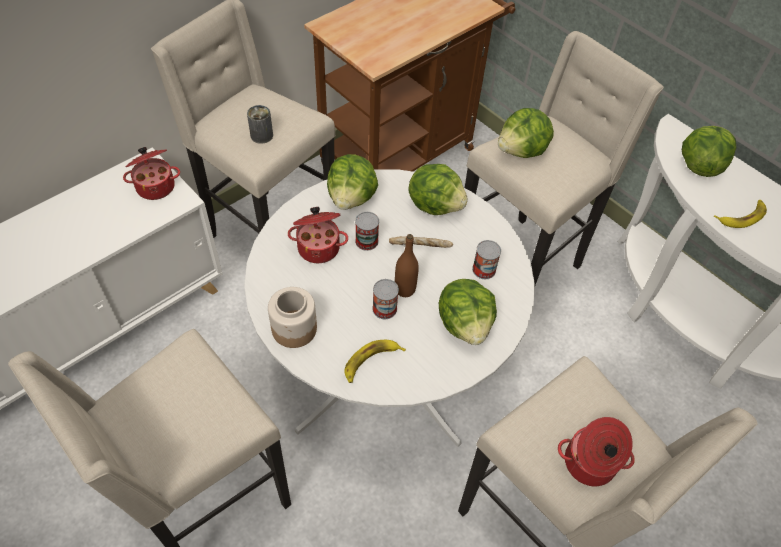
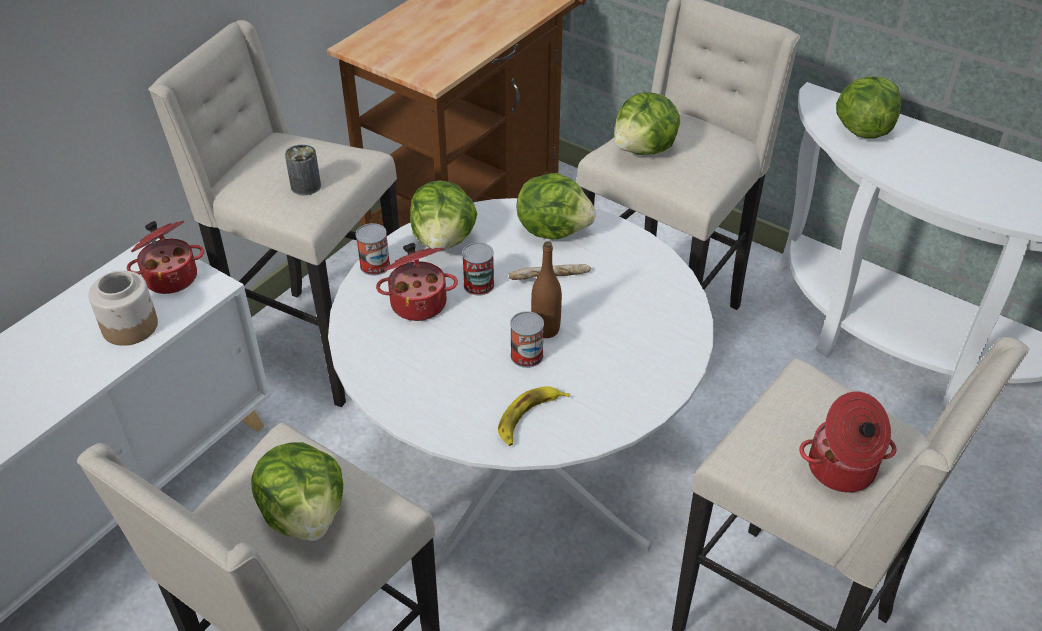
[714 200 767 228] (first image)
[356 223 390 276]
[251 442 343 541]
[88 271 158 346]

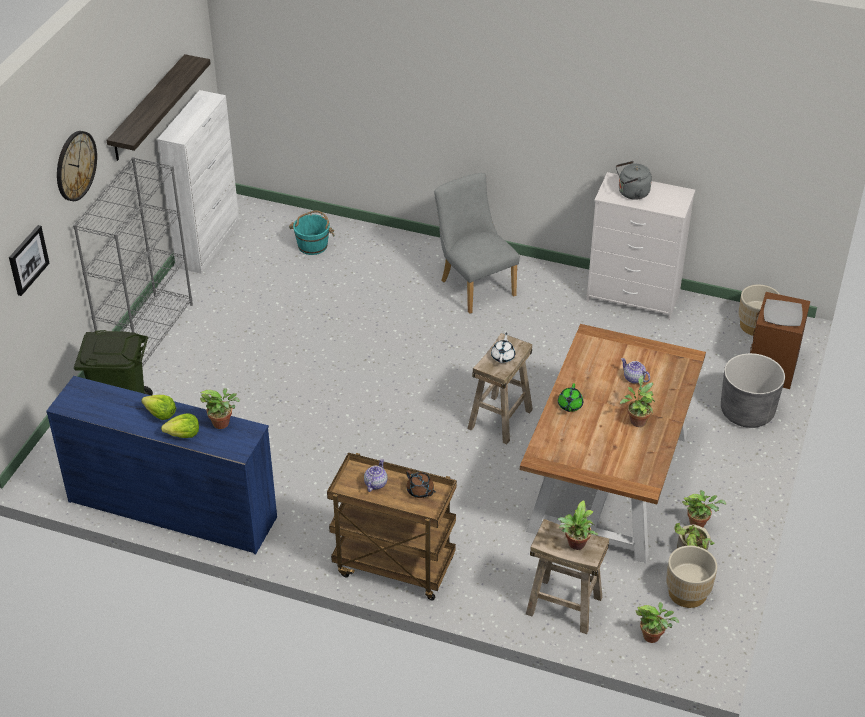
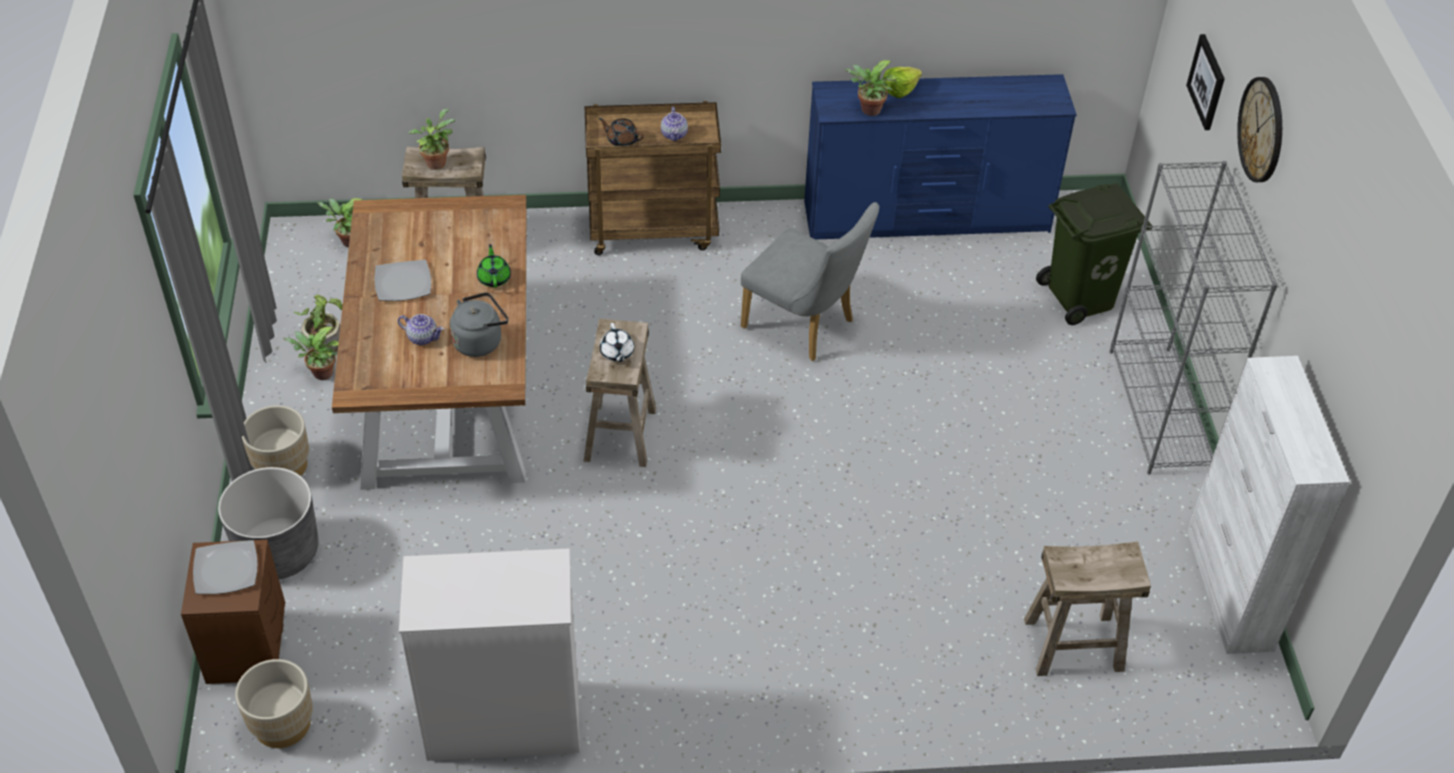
[107 54 211 161] (first image)
[450 292 509 357]
[741 202 879 361]
[1024 541 1151 676]
[375 260 431 301]
[141 395 176 420] (first image)
[242 405 309 476]

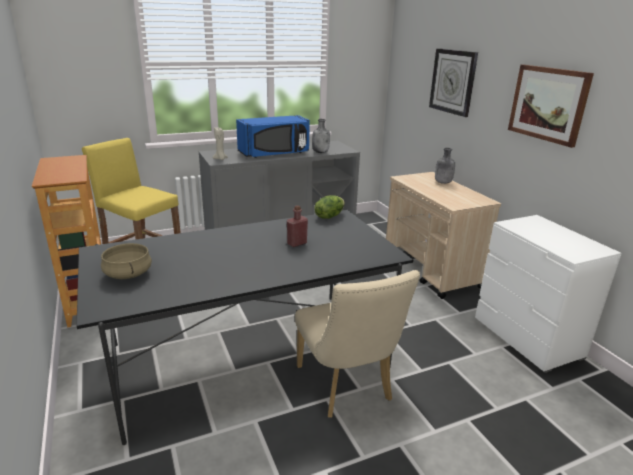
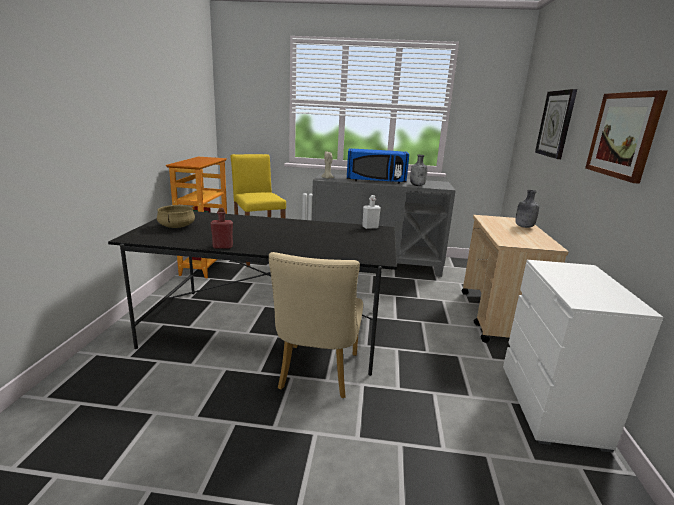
[362 195 381 229]
[210 208 233 249]

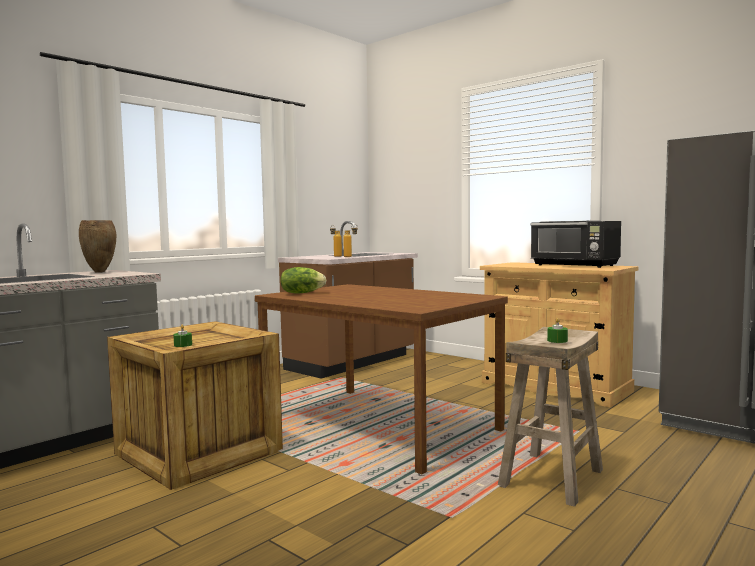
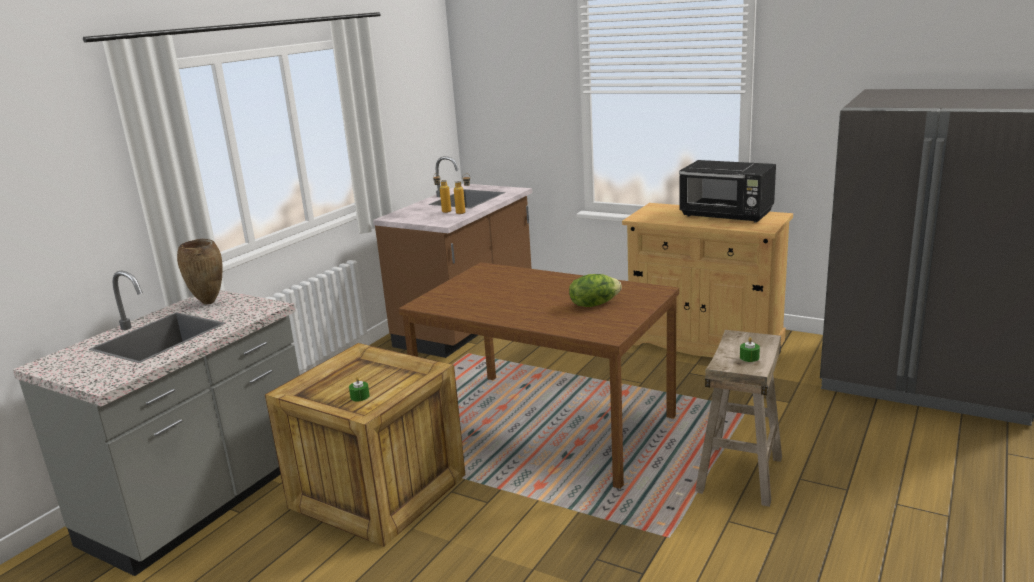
[569 274 622 307]

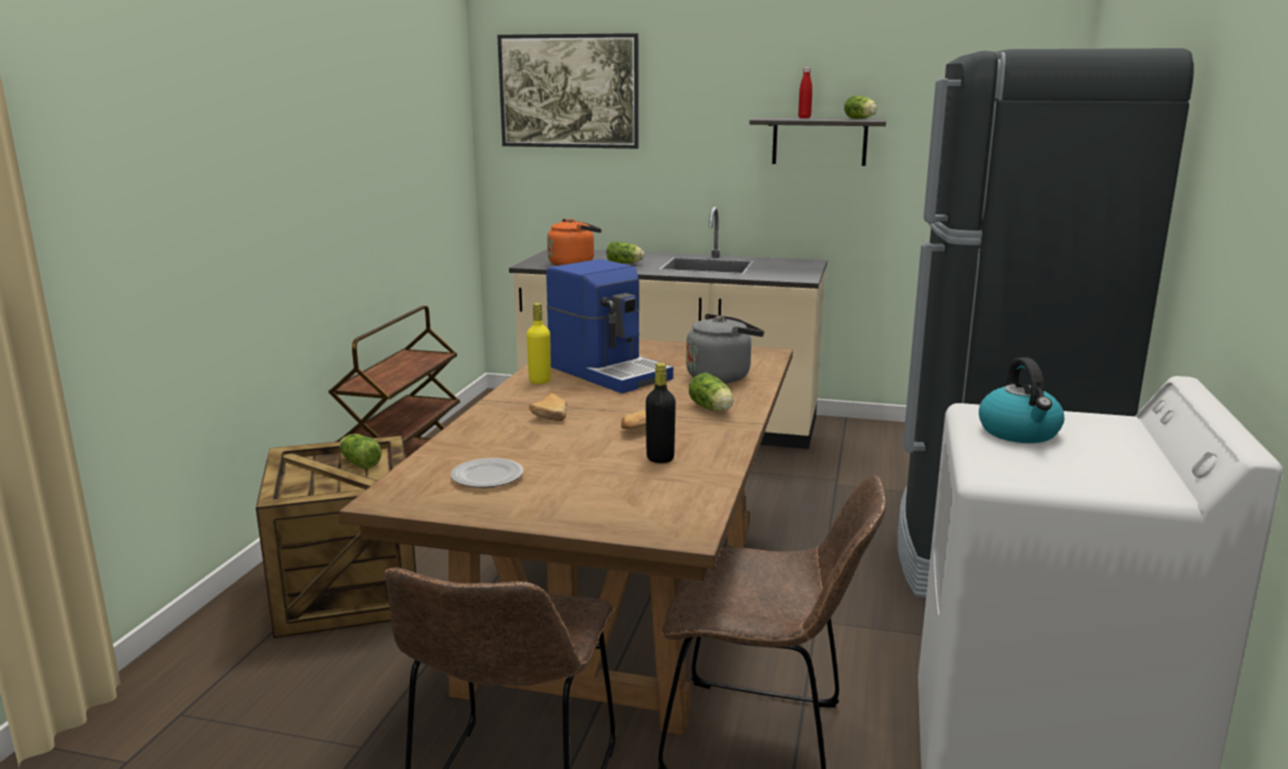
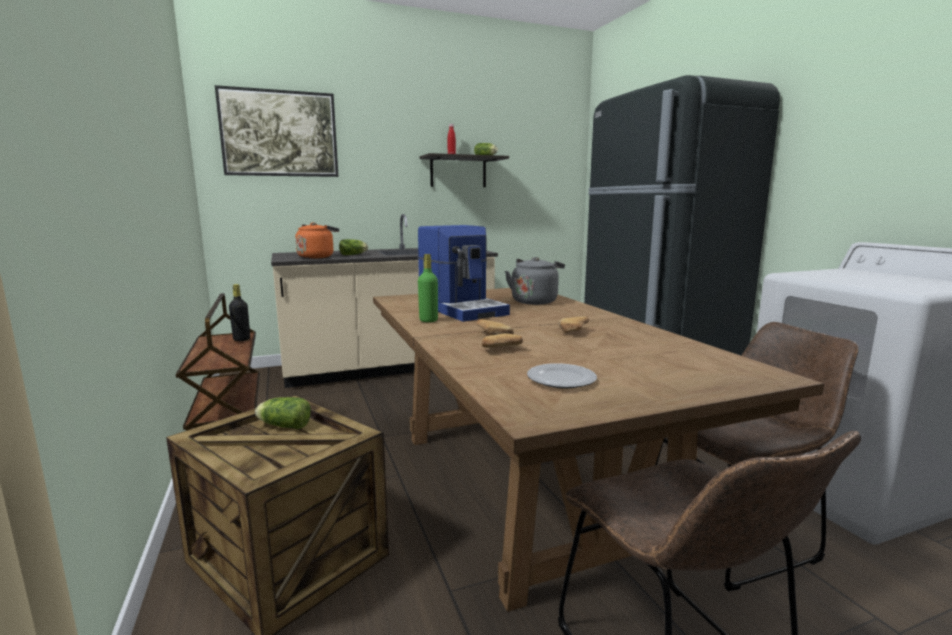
[418 225 510 322]
[418 254 438 322]
[979 358 1064 443] (first image)
[229 284 250 341]
[689 373 734 411] (first image)
[482 333 523 348]

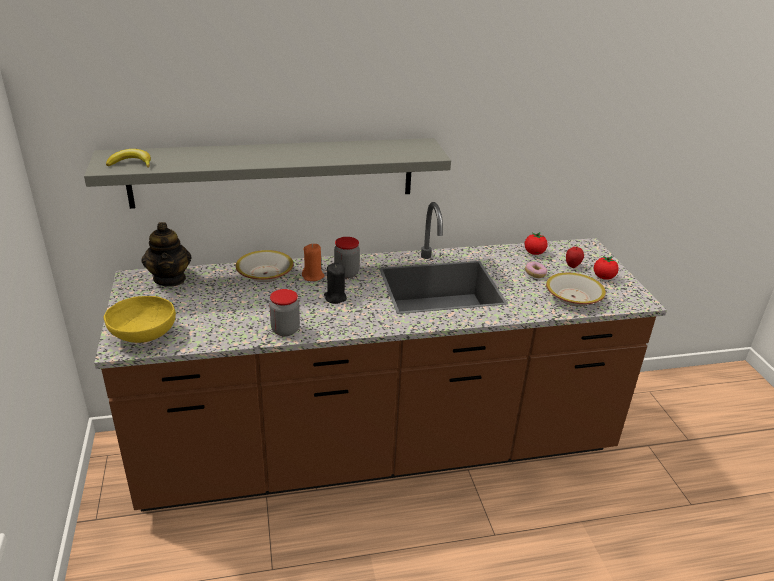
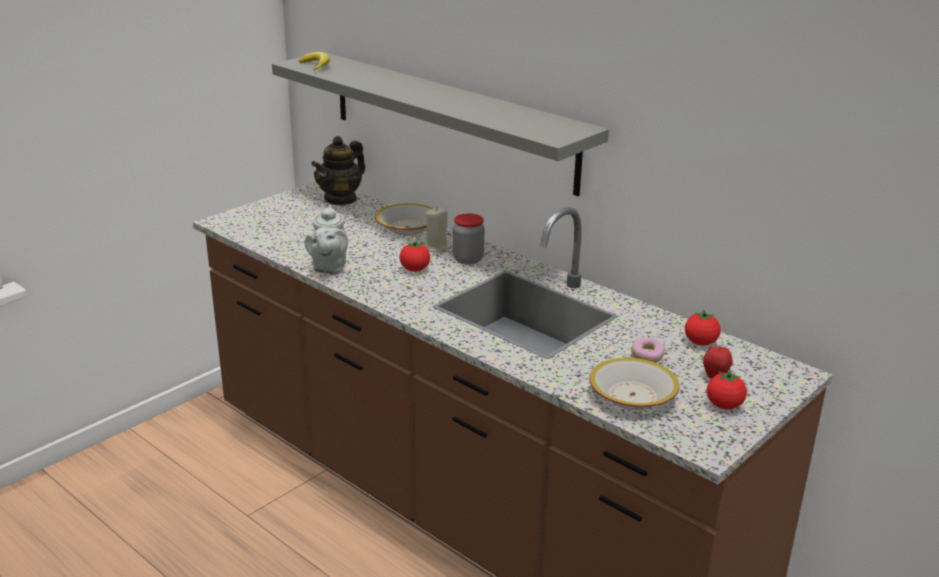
[424 207 452 253]
[399 240 430 272]
[305 205 348 275]
[104 296 176 343] (first image)

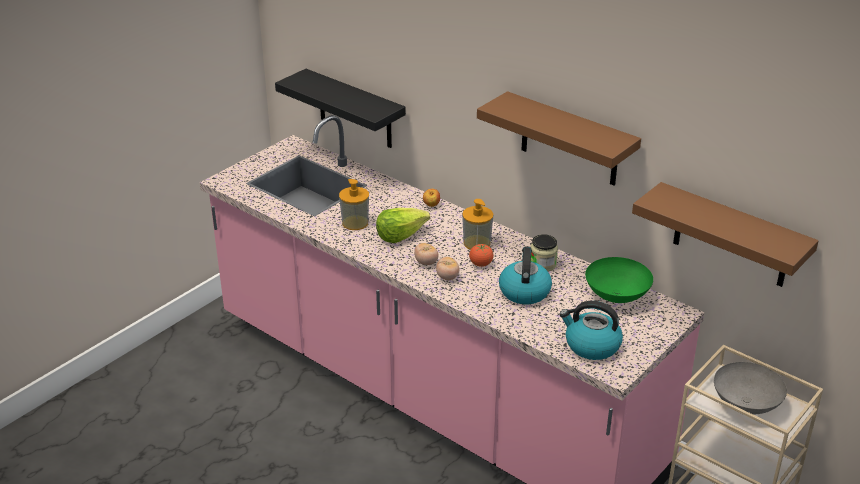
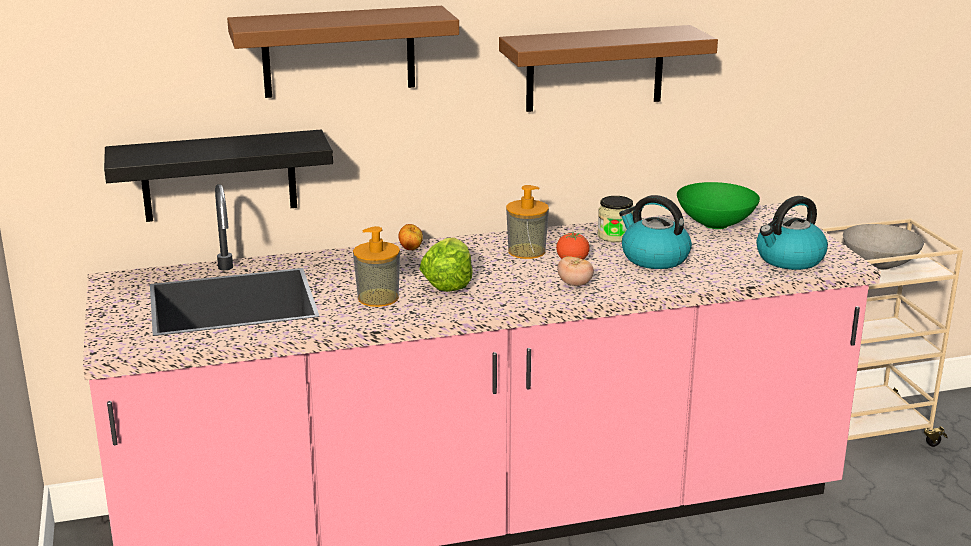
[227 6 459 98]
[414 243 438 265] (first image)

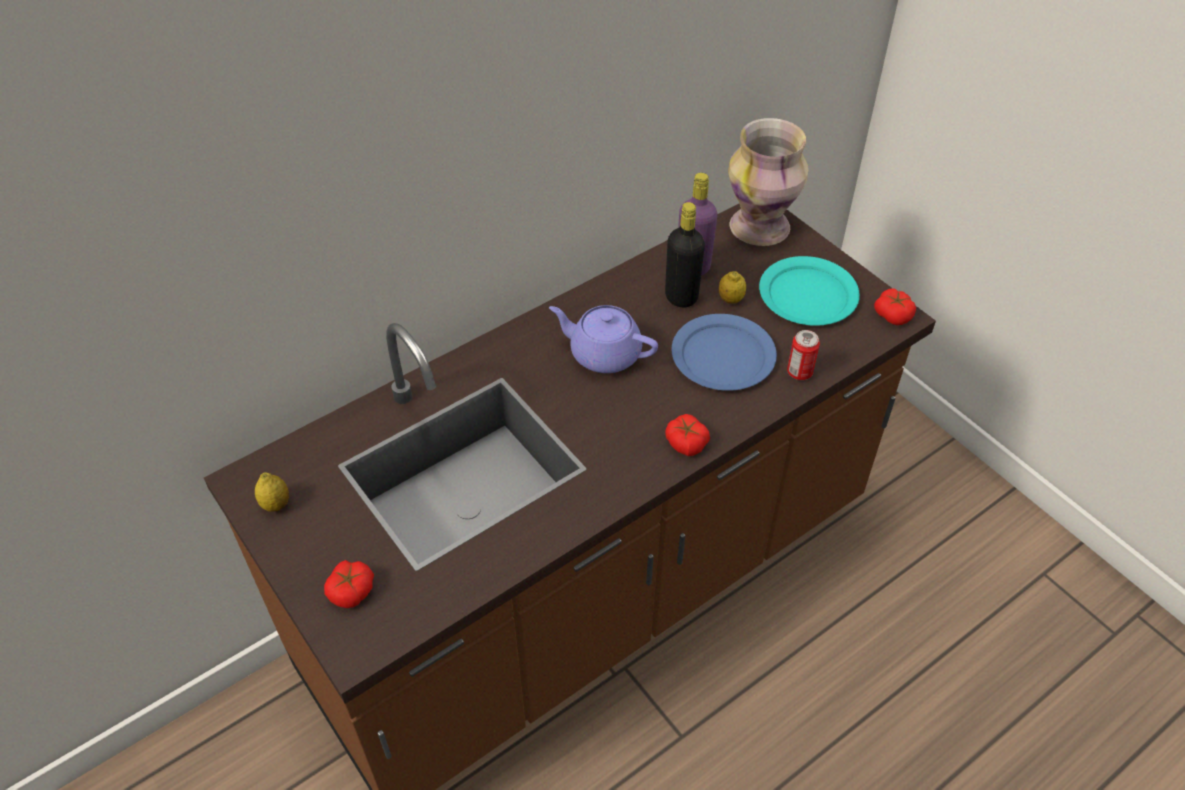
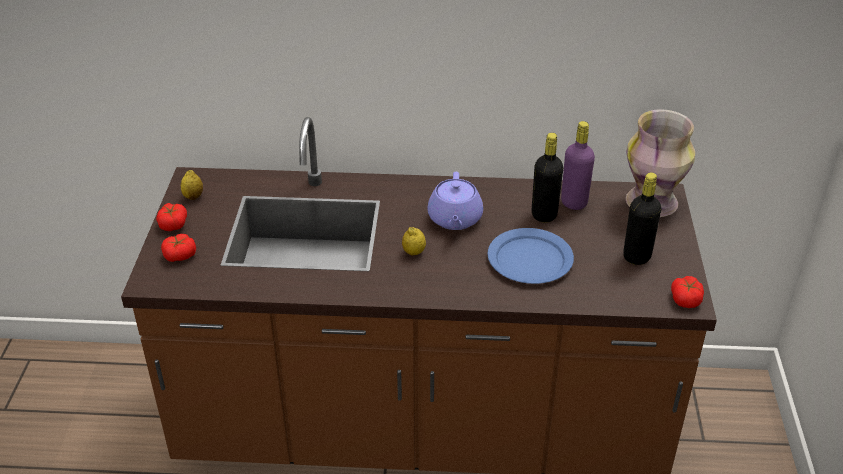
[623 173 661 265]
[402 227 426 255]
[427 172 483 230]
[787 330 820 380] (first image)
[156 203 187 231]

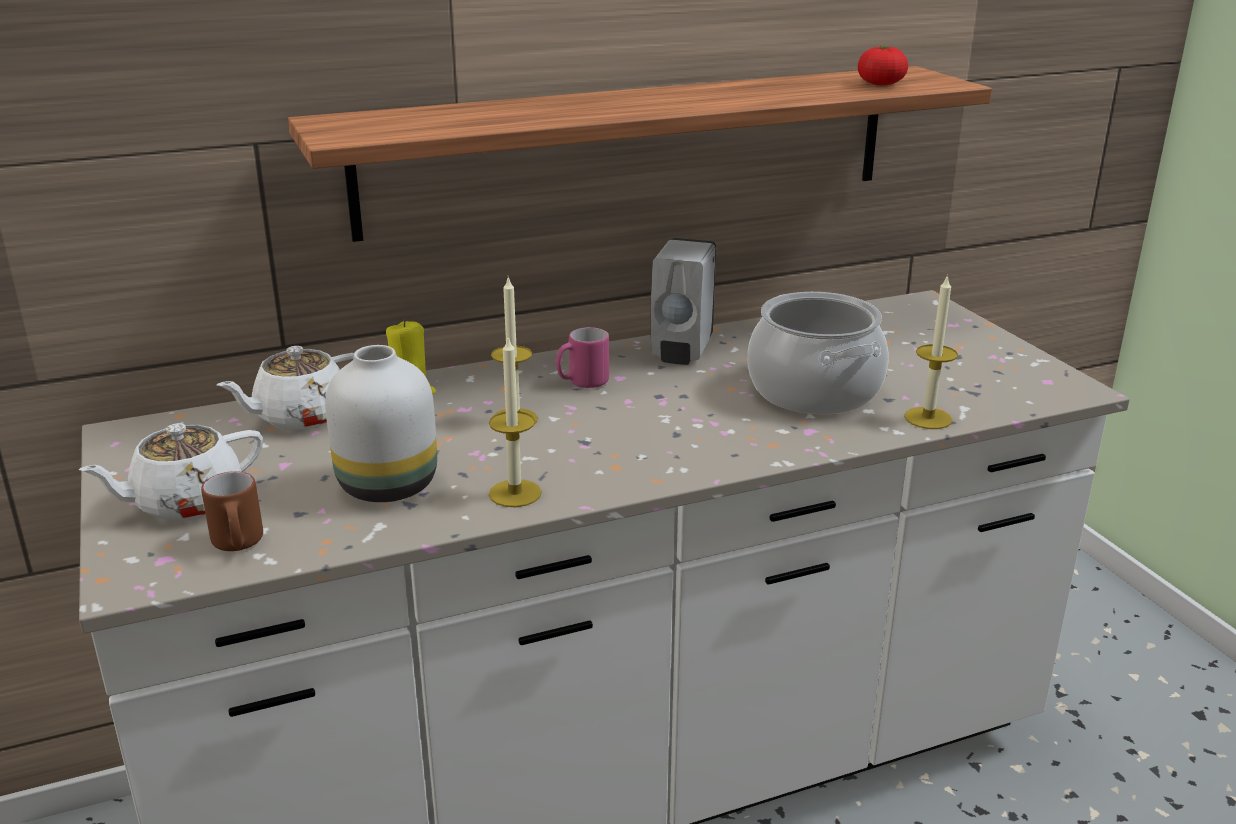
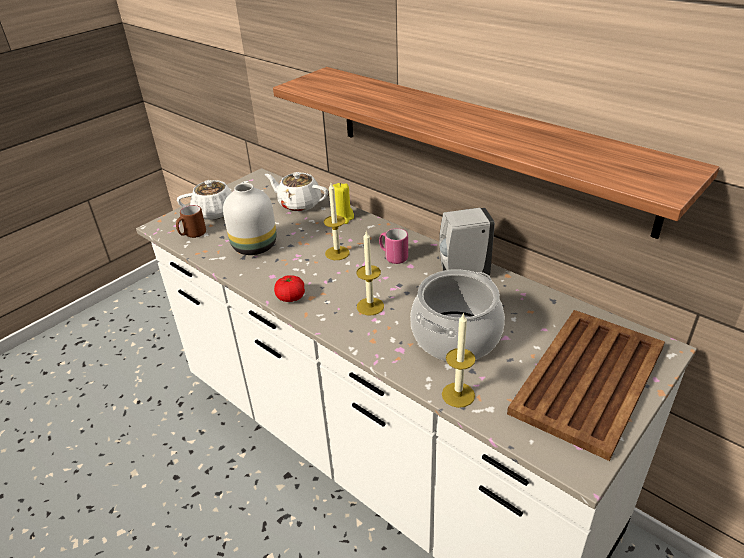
[274 275 305 302]
[356 231 384 315]
[177 180 249 220]
[507 310 665 461]

